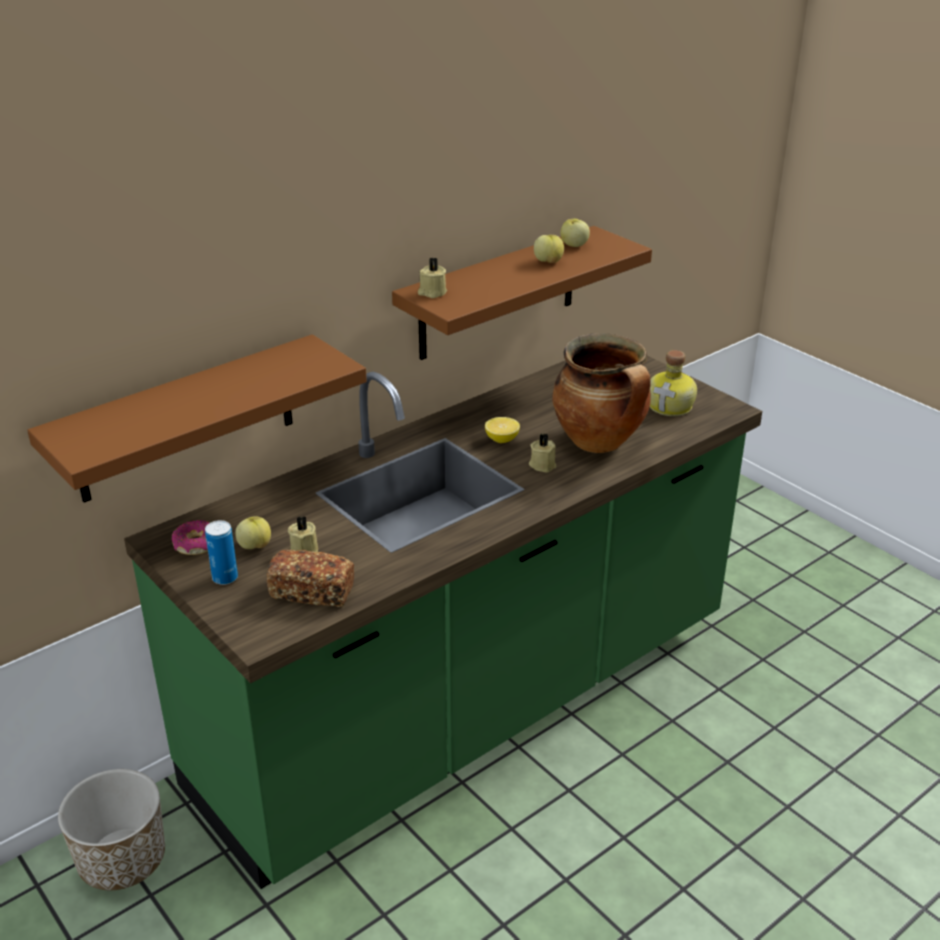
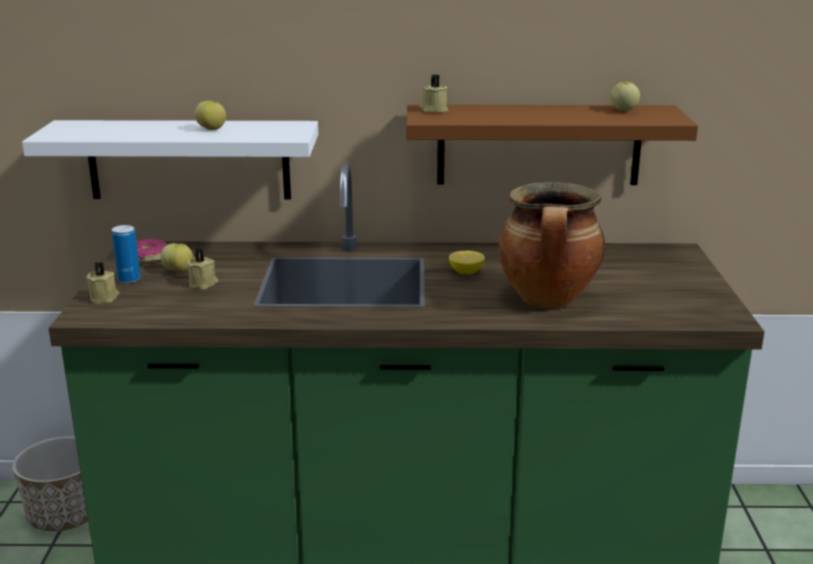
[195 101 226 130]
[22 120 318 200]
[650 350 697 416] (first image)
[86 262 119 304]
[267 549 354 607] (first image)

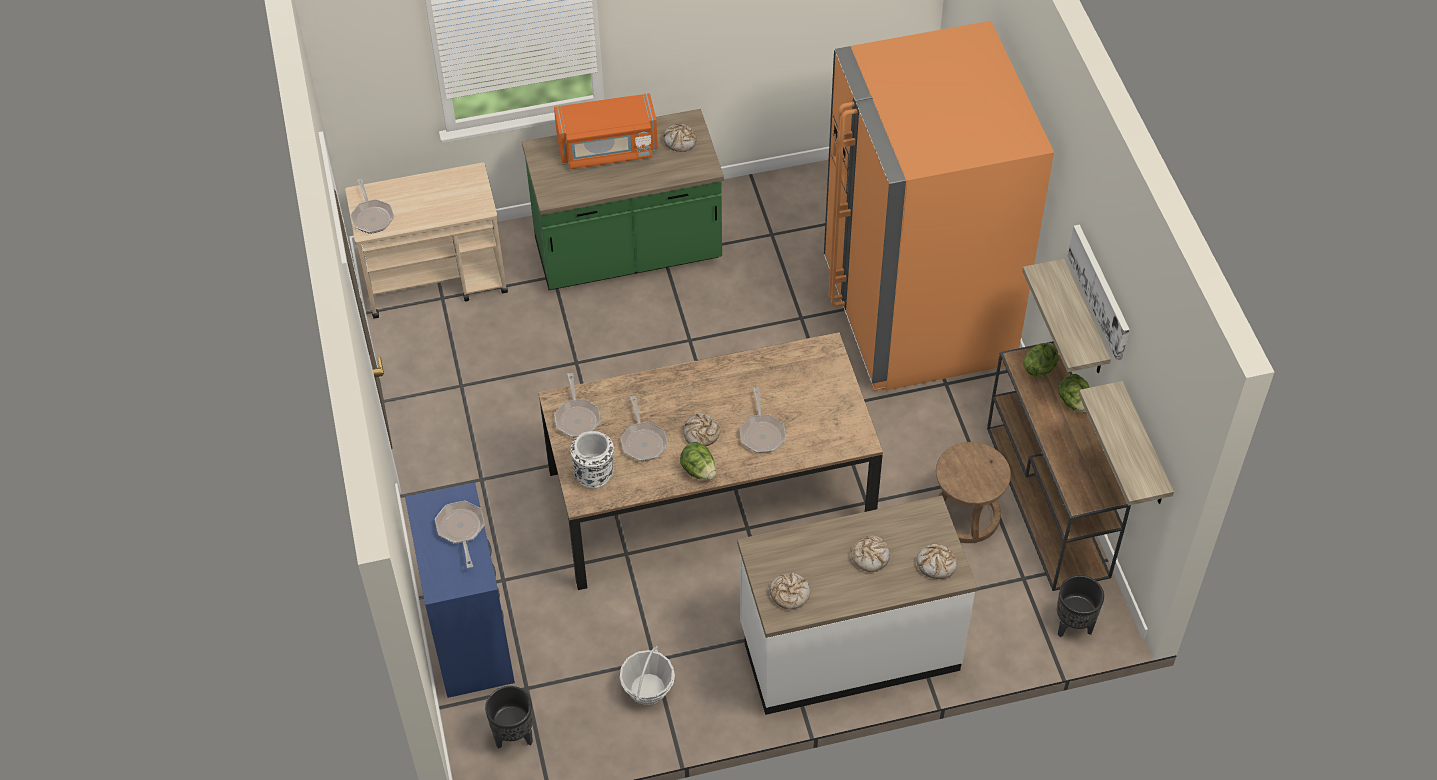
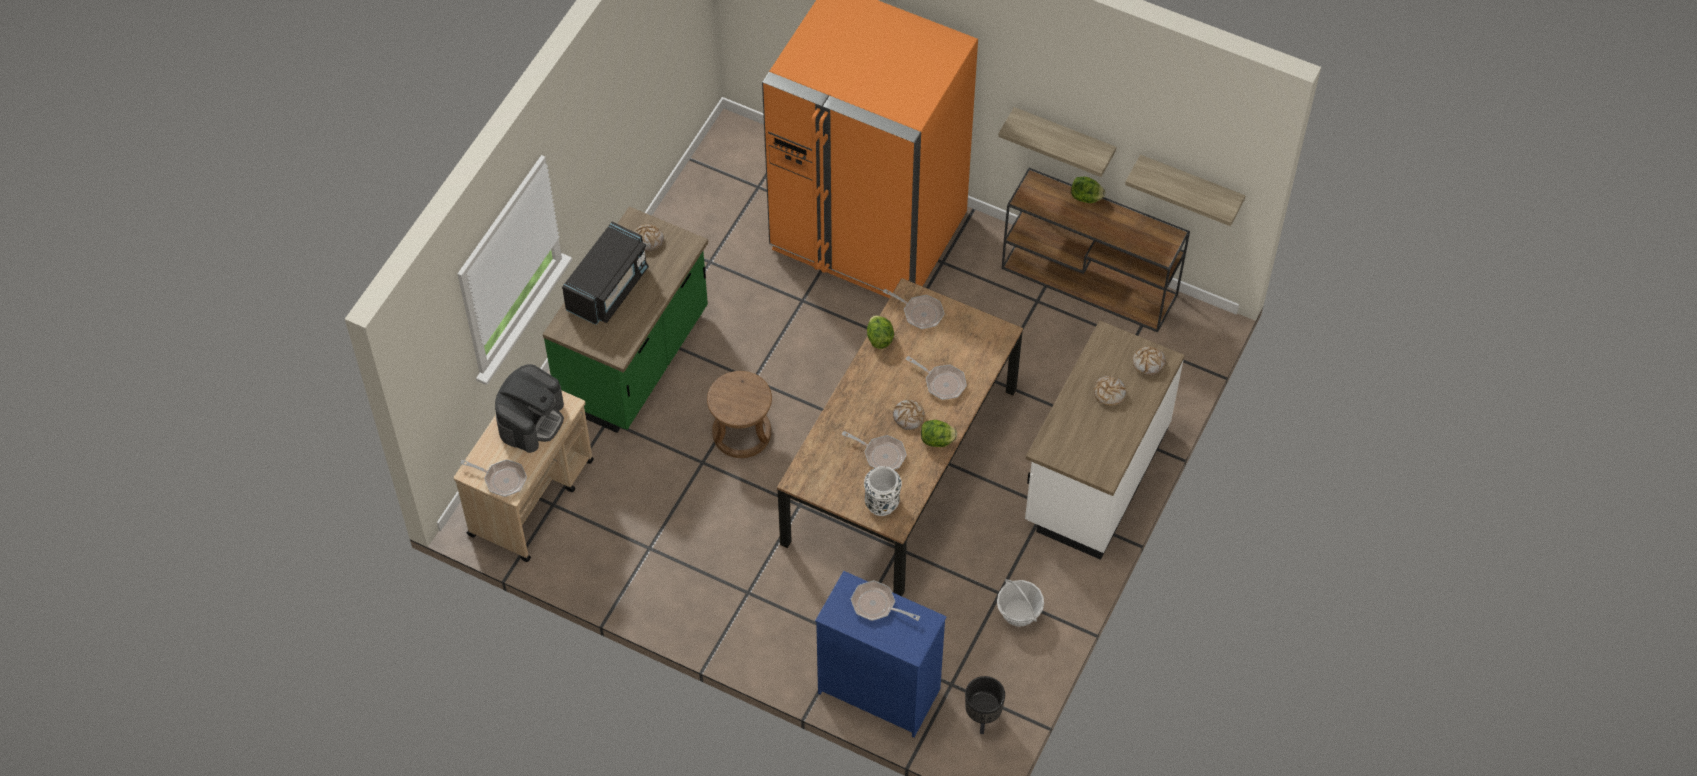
[562 222 649 325]
[1068 225 1130 360] (first image)
[867 315 894 349]
[883 289 945 329]
[707 371 772 458]
[769 572 810 609] (first image)
[1057 575 1104 637] (first image)
[495 364 564 453]

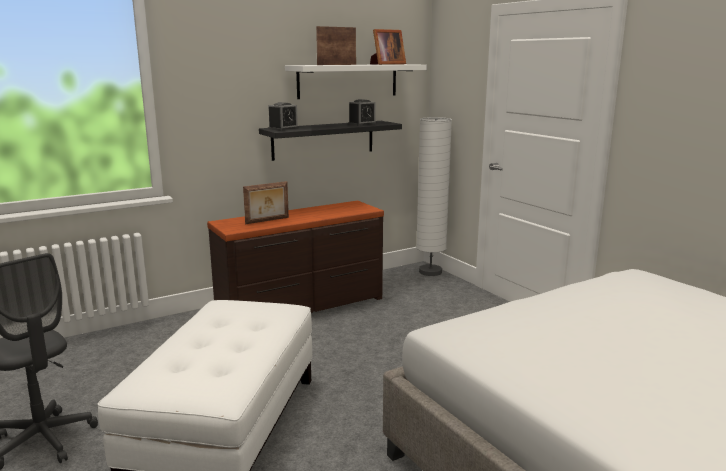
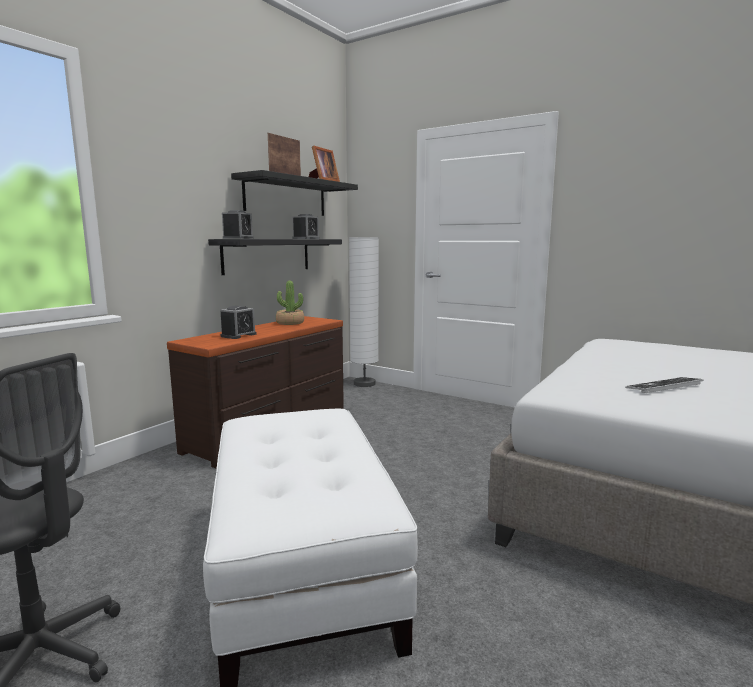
[231 170 358 216]
[220 306 256 339]
[276 281 304 325]
[625 377 704 393]

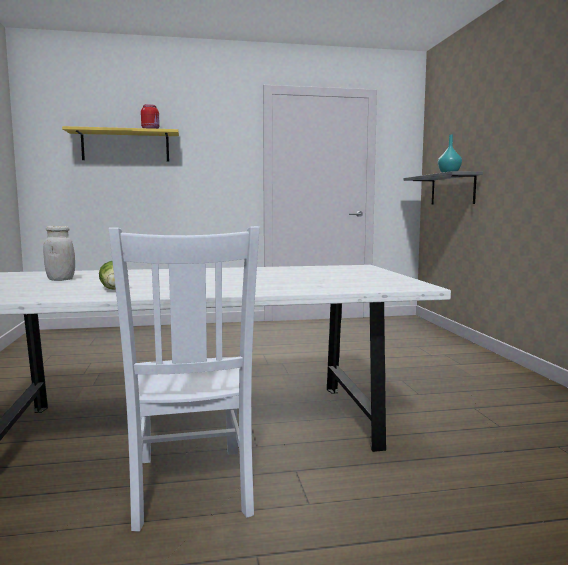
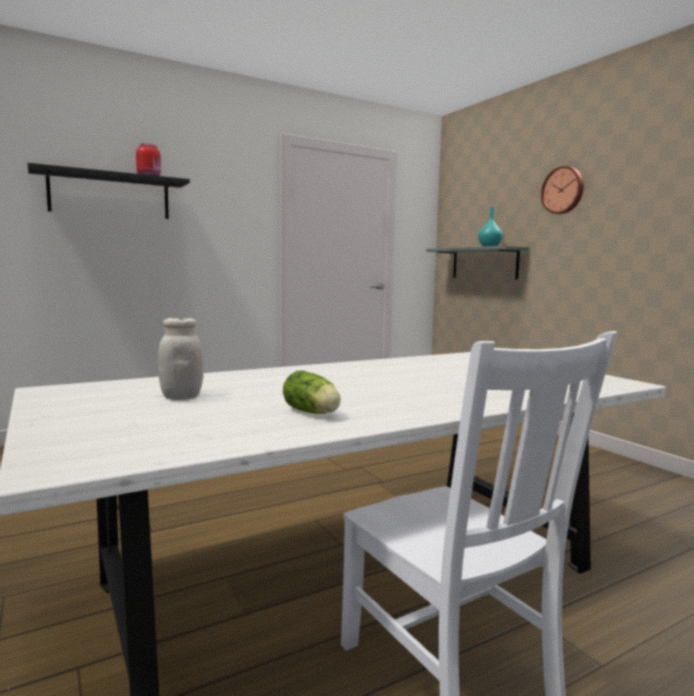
[28 163 190 219]
[541 166 584 214]

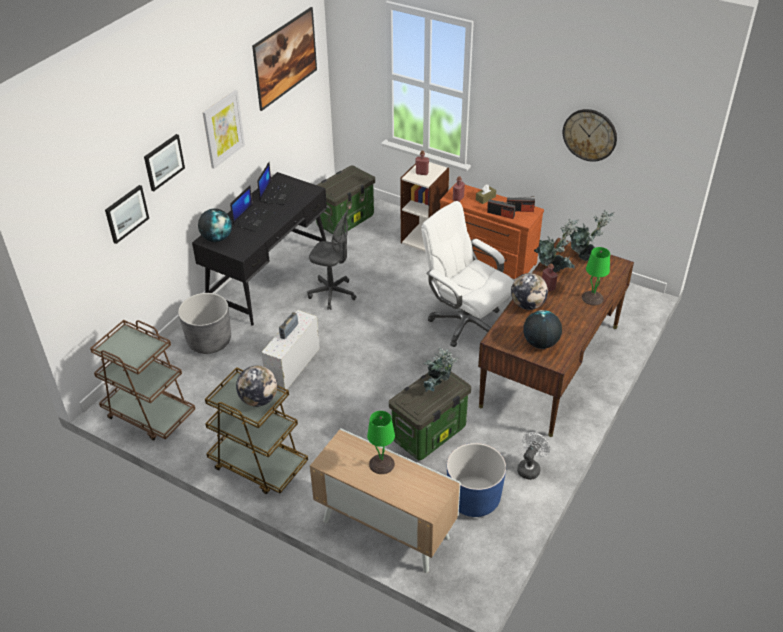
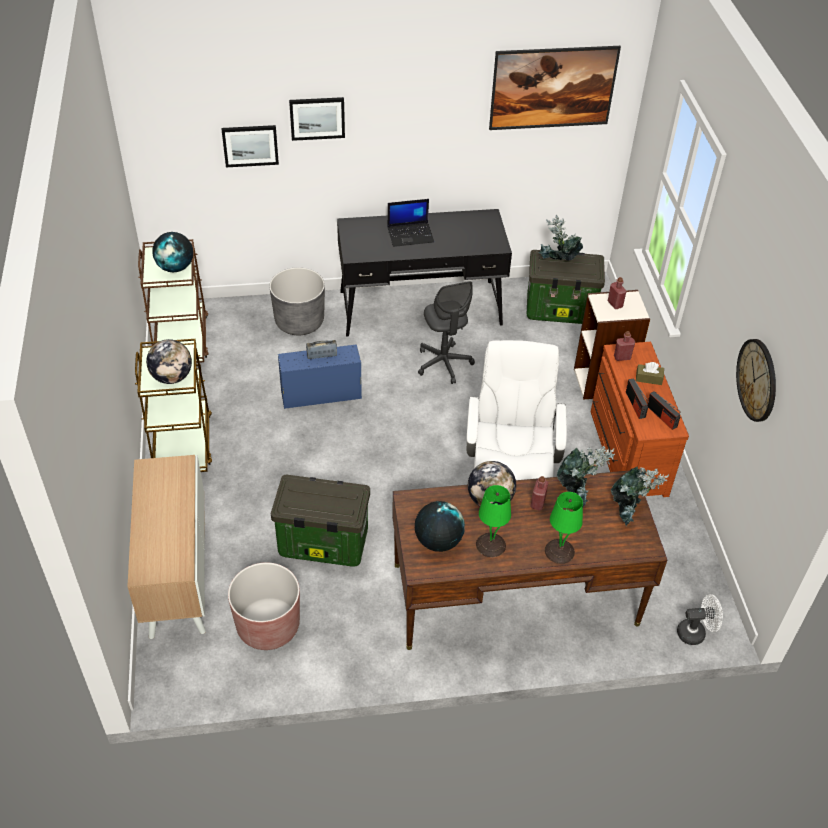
[203 90 245 169] (first image)
[257 162 295 205] (first image)
[152 232 193 272]
[278 345 362 409]
[537 215 583 261]
[476 485 511 557]
[677 594 723 645]
[228 562 300 650]

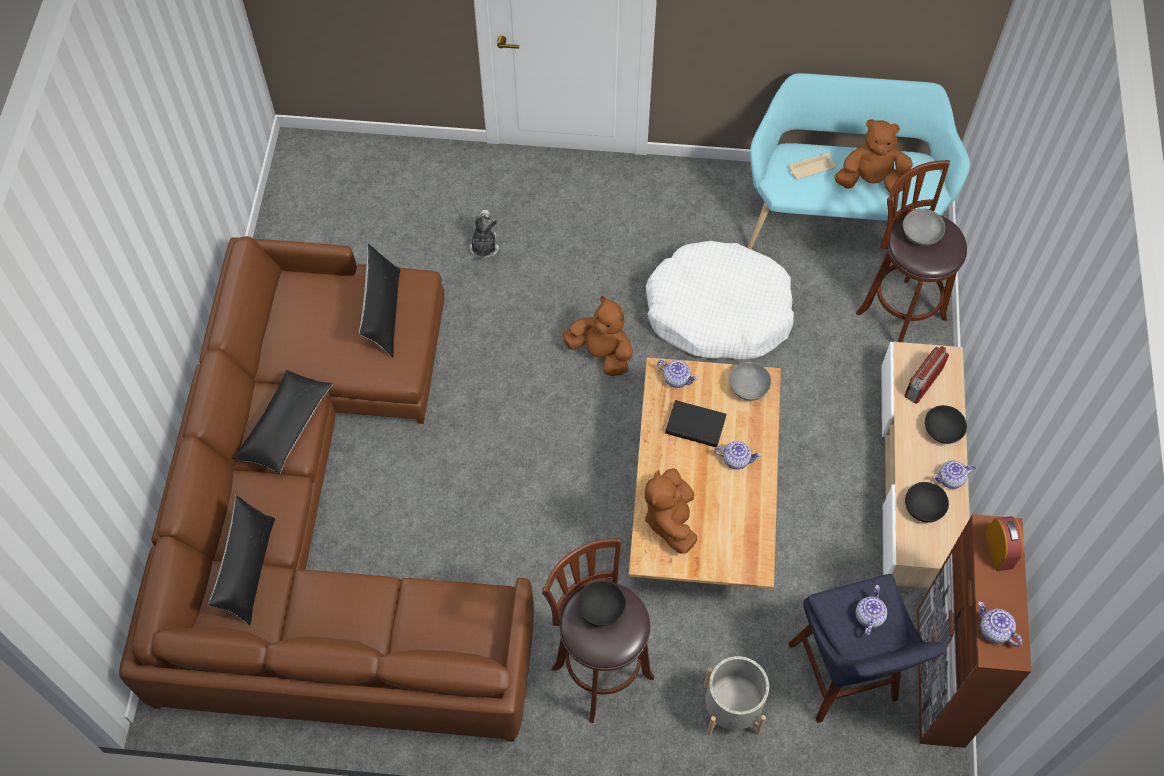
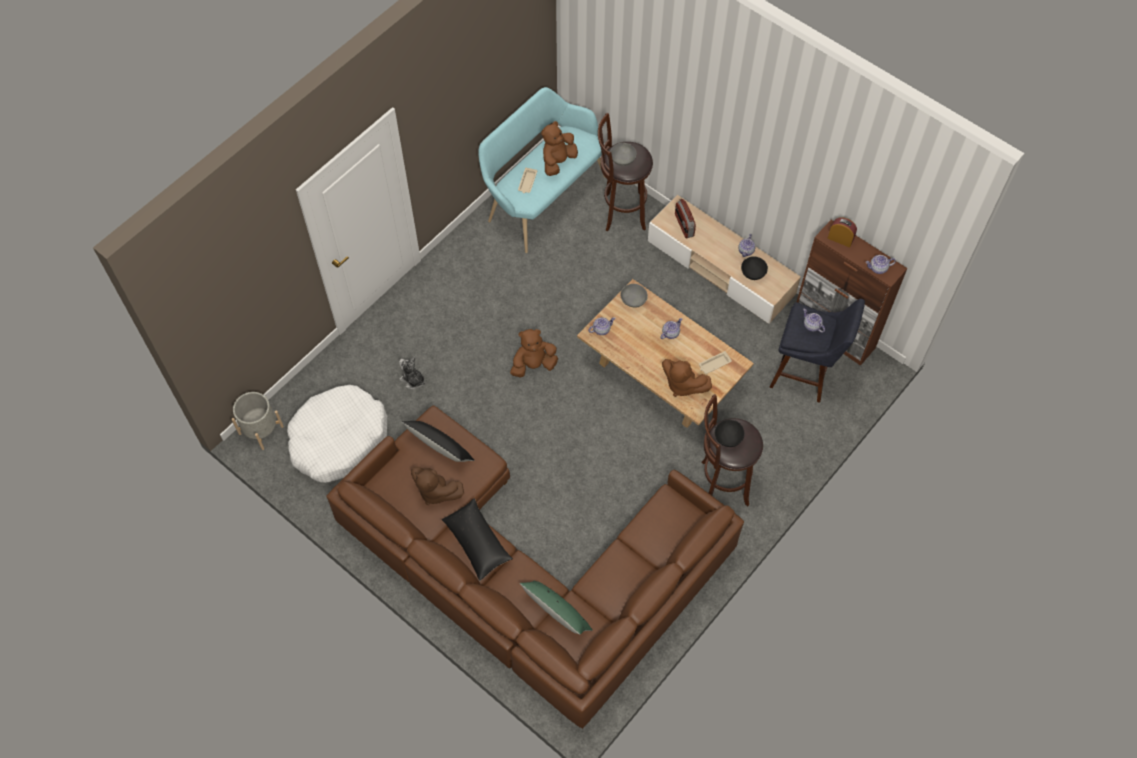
[287 385 387 483]
[665 400 727 447] (first image)
[925 405 967 444] (first image)
[520 581 593 634]
[232 392 284 450]
[699 351 732 374]
[411 467 464 505]

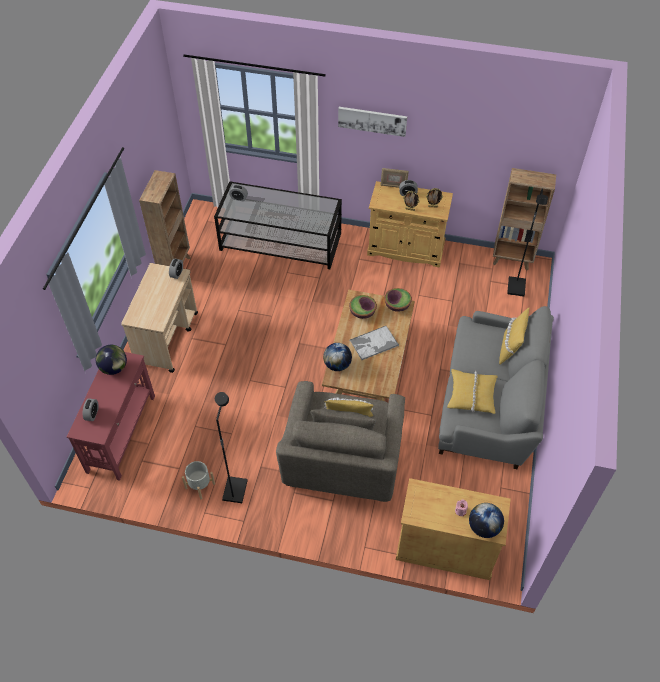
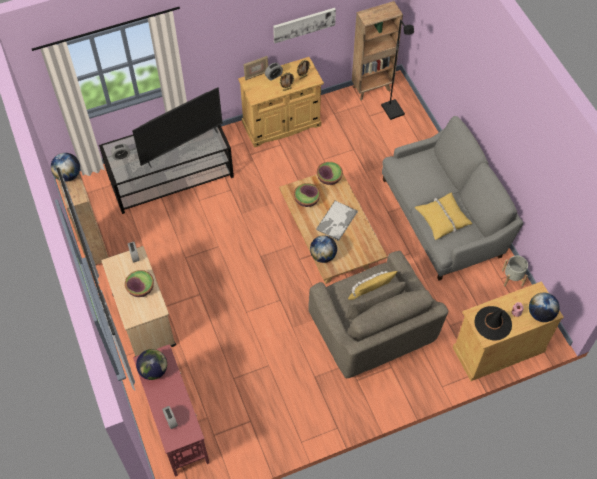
[273 8 336 43]
[499 308 529 364] (first image)
[215 392 248 503] (first image)
[502 256 528 287]
[132 88 223 168]
[51 153 80 182]
[125 270 154 297]
[474 306 512 340]

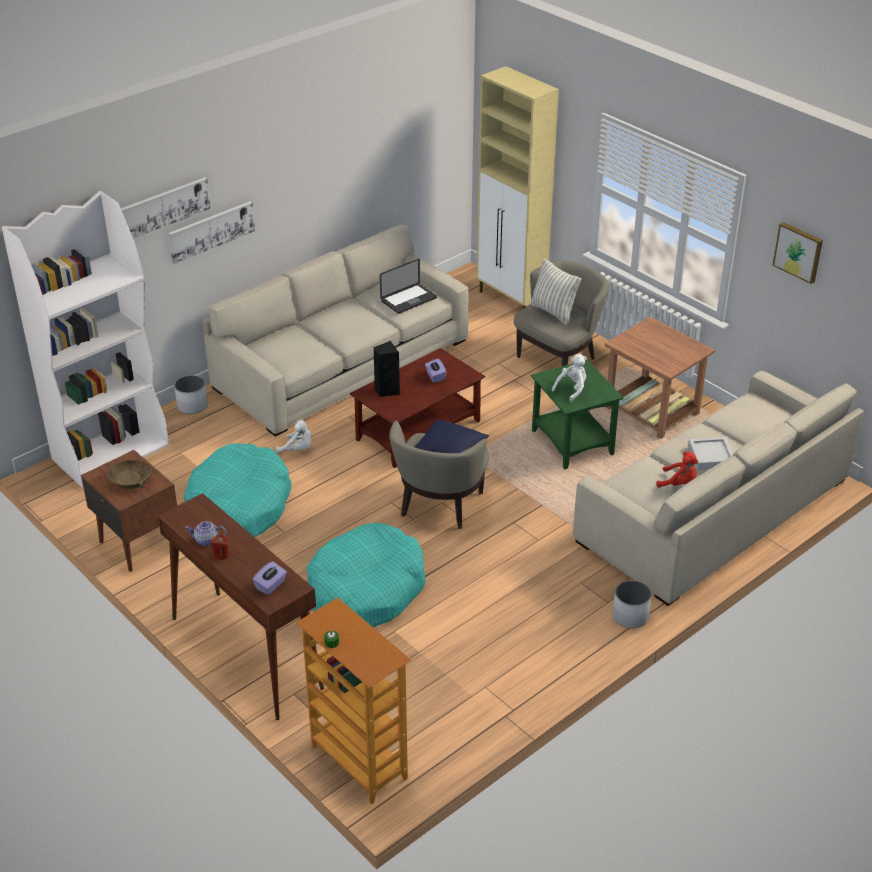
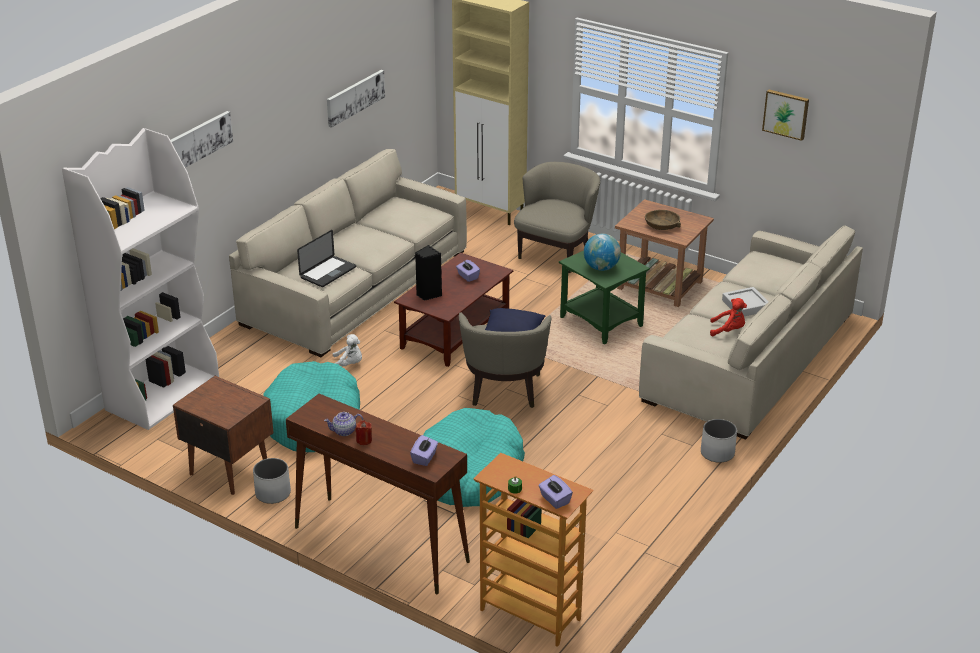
[327 70 385 128]
[297 230 356 287]
[530 259 581 325] (first image)
[584 234 621 271]
[253 458 291 504]
[645 210 681 230]
[538 475 573 509]

